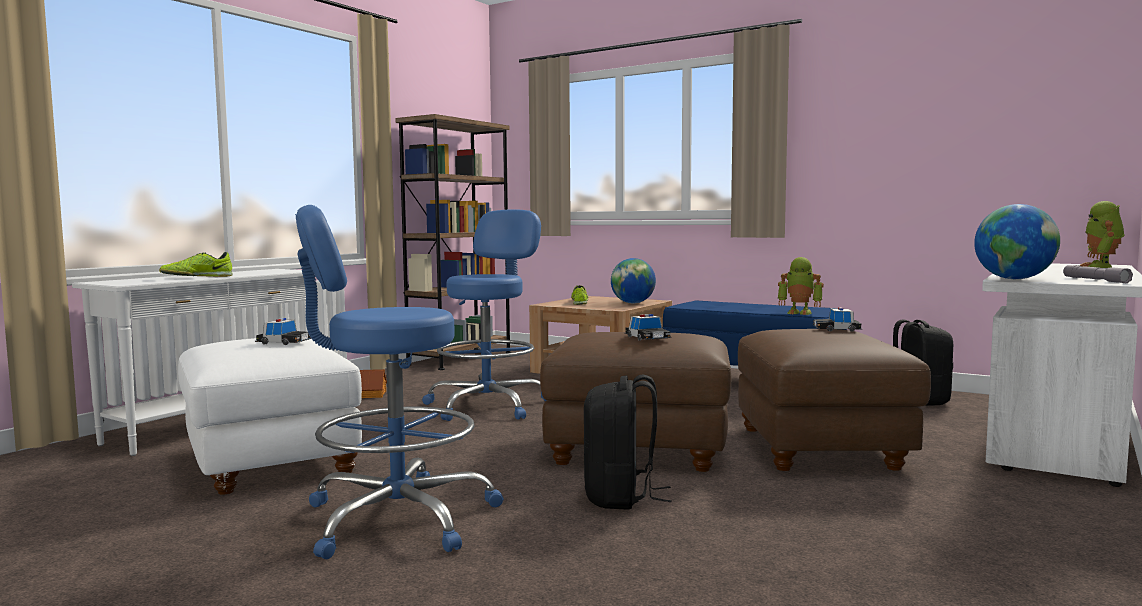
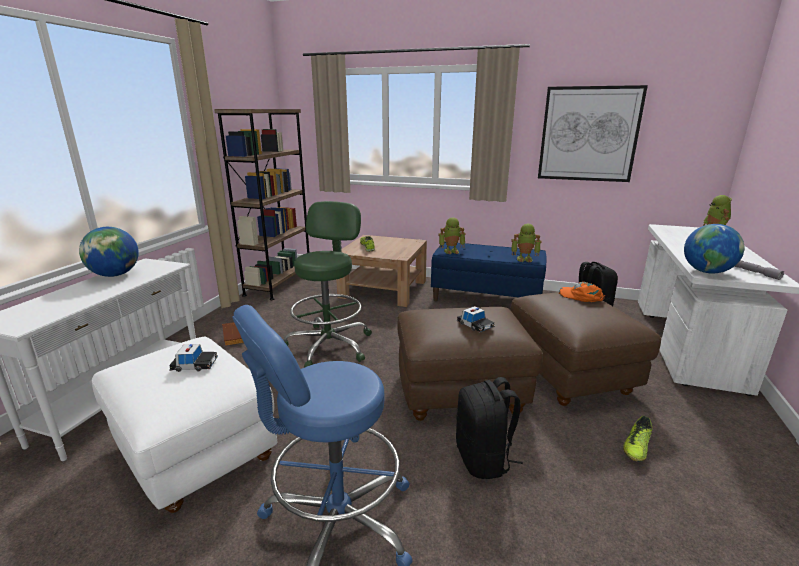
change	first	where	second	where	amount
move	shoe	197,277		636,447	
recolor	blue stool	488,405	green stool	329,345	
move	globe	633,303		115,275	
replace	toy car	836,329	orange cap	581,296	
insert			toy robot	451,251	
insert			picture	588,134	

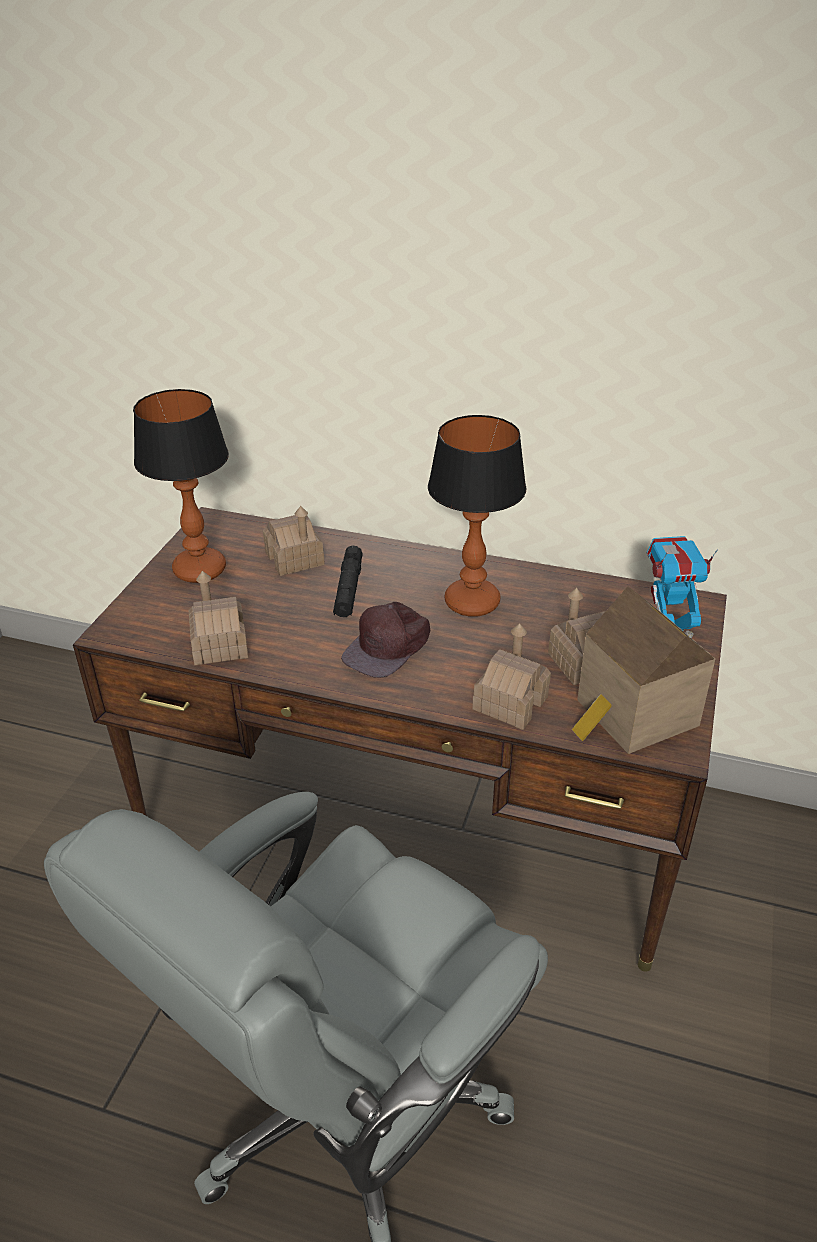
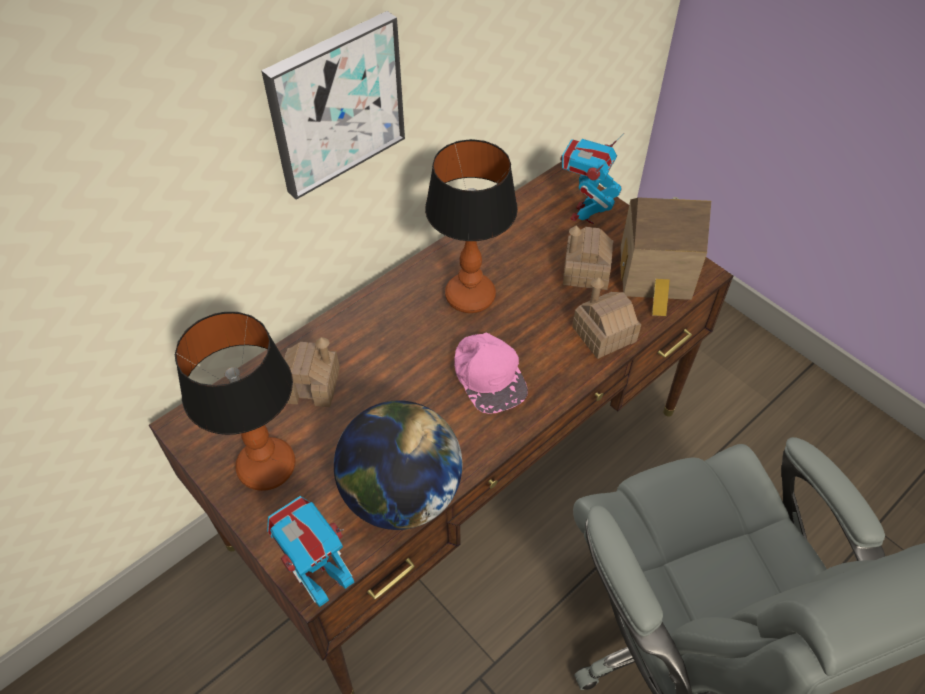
change	first	where	second	where	amount
replace	toy house	219,645	globe	401,494	
delete	black flashlight	348,589			
recolor	brown cap	388,647	pink cap	489,375	
insert			picture	335,104	
insert			toy robot	320,580	

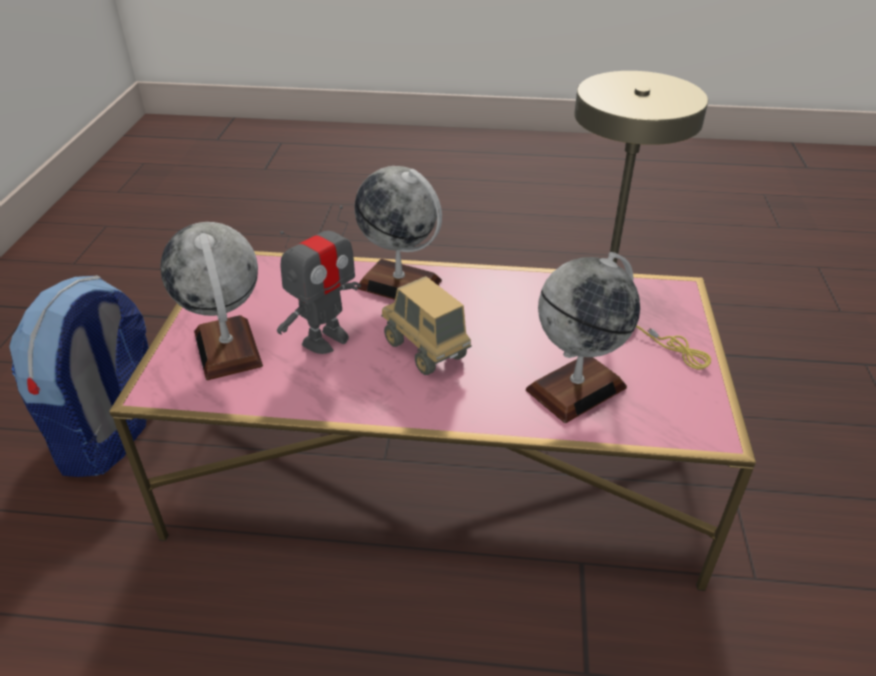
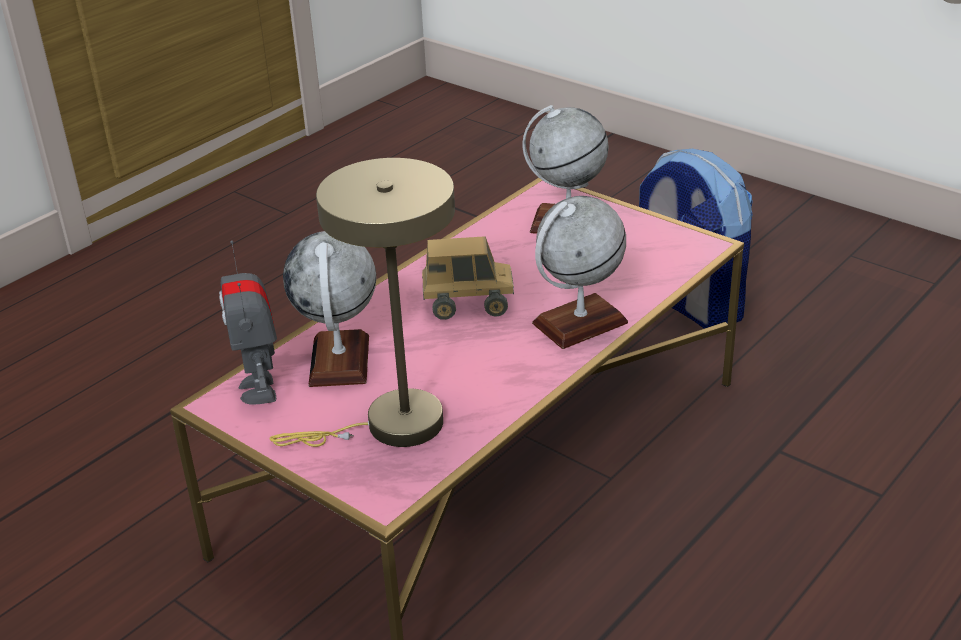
change	first	where	second	where	amount
move	toy robot	325,339		260,389	

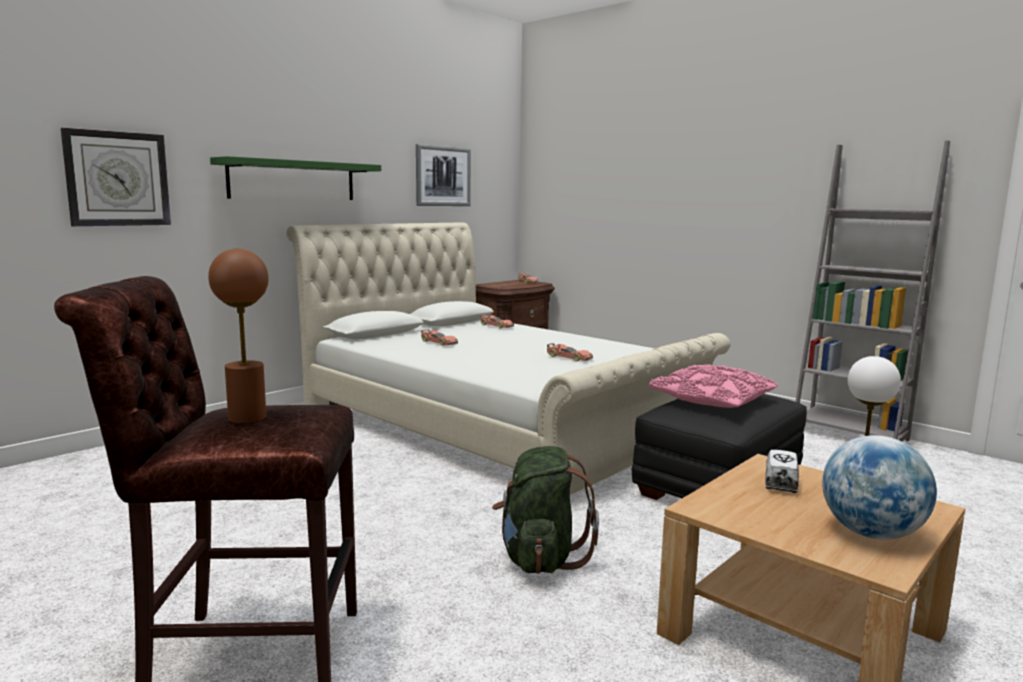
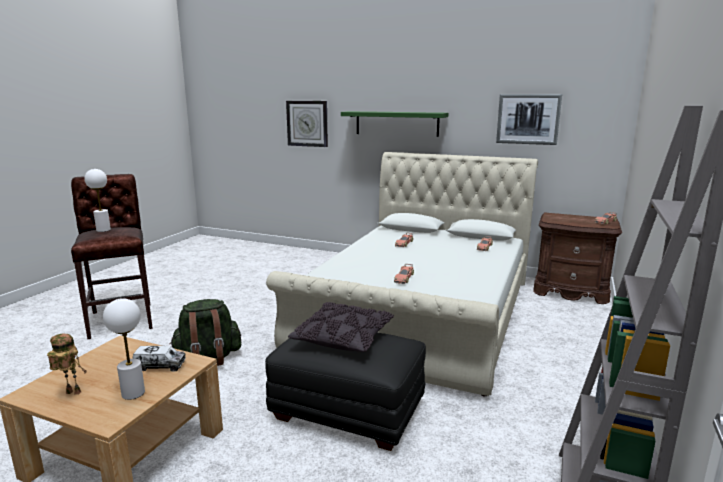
change	first	where	second	where	amount
recolor	brown table lamp	247,418	white table lamp	103,230	
recolor	pink pillow	712,400	black pillow	343,338	
replace	globe	871,534	toy robot	71,393	

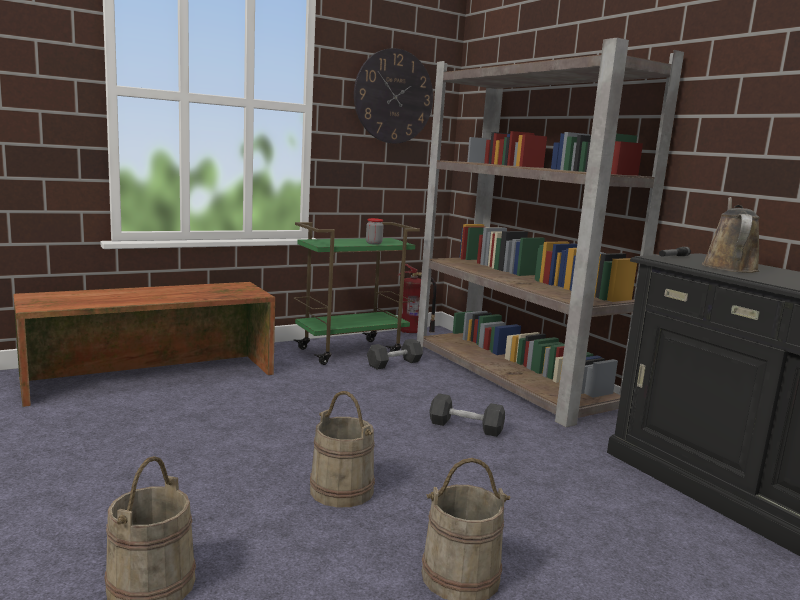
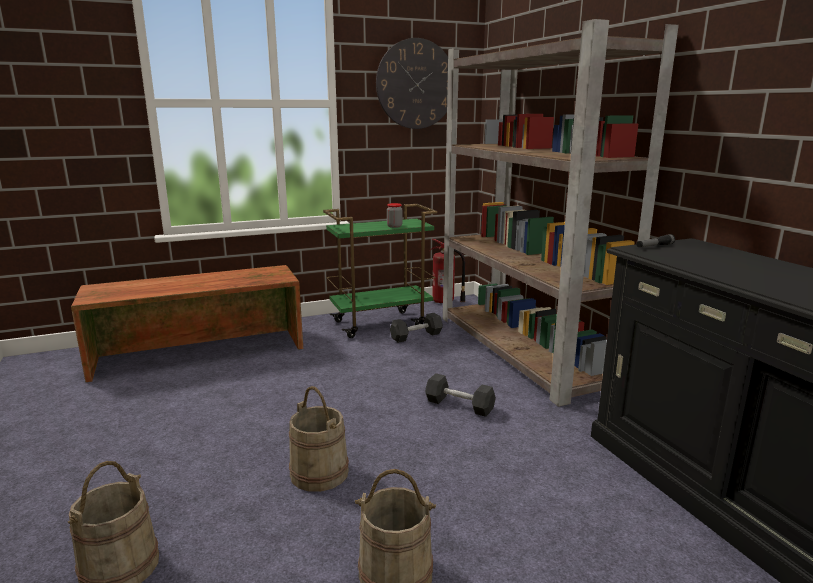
change	first	where	second	where	amount
delete	brown watering can	728,267			

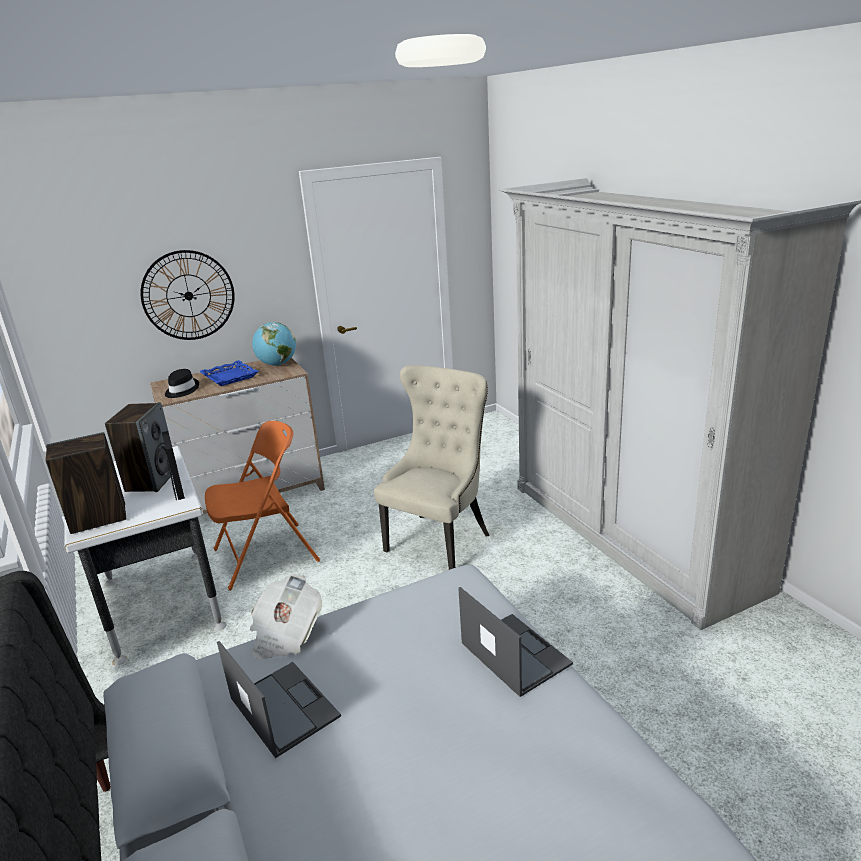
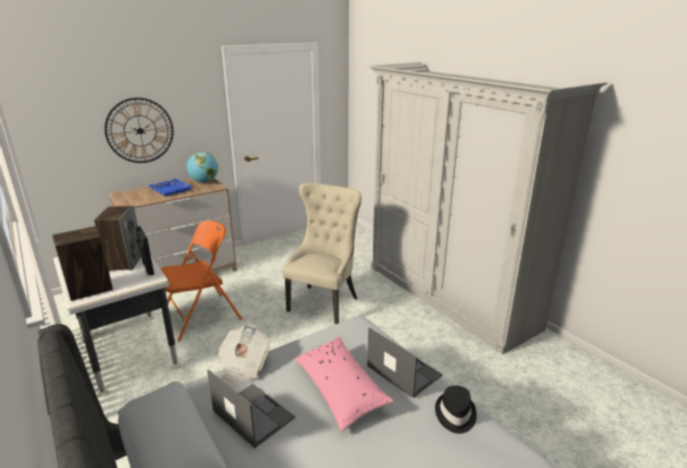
change	first	where	second	where	amount
move	black hat	181,390		455,414	
insert			pink pillow	340,389	

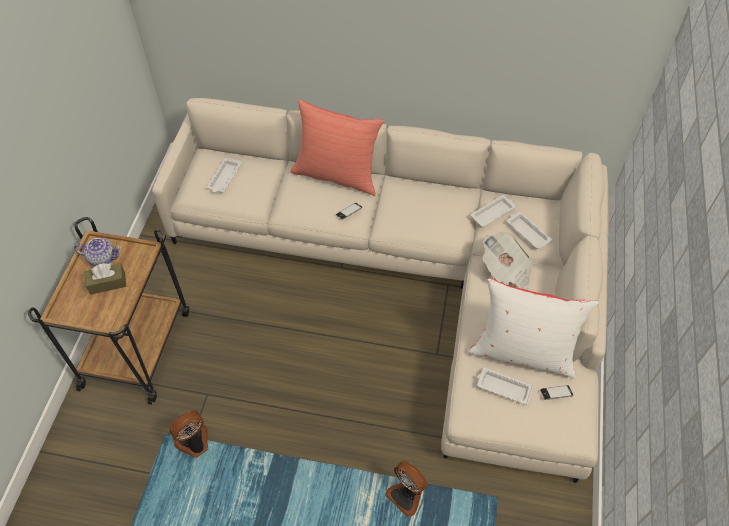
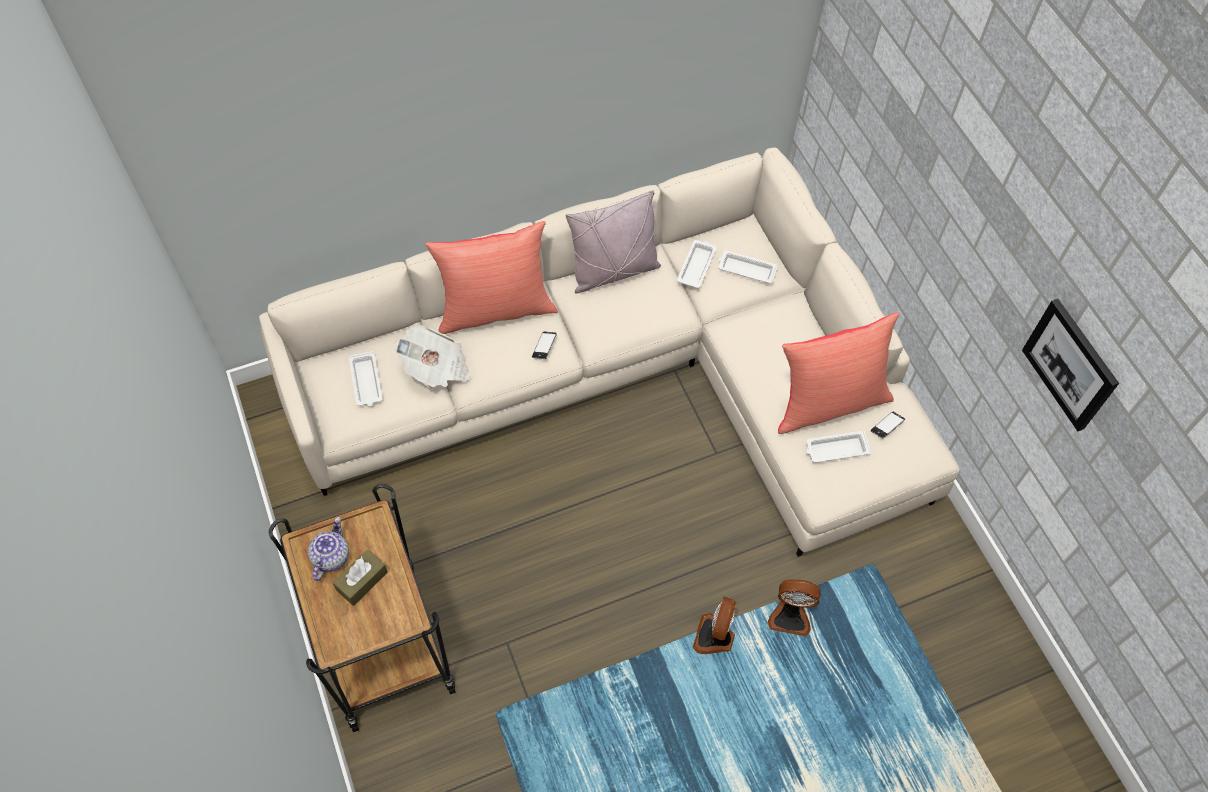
change	first	where	second	where	amount
rotate	teapot	103,258		330,556	45 degrees counterclockwise
move	fan	194,443		715,637	
recolor	white pillow	523,352	red pillow	828,402	
move	newspaper	506,270		436,368	
insert			purple pillow	613,271	
insert			picture	1071,364	

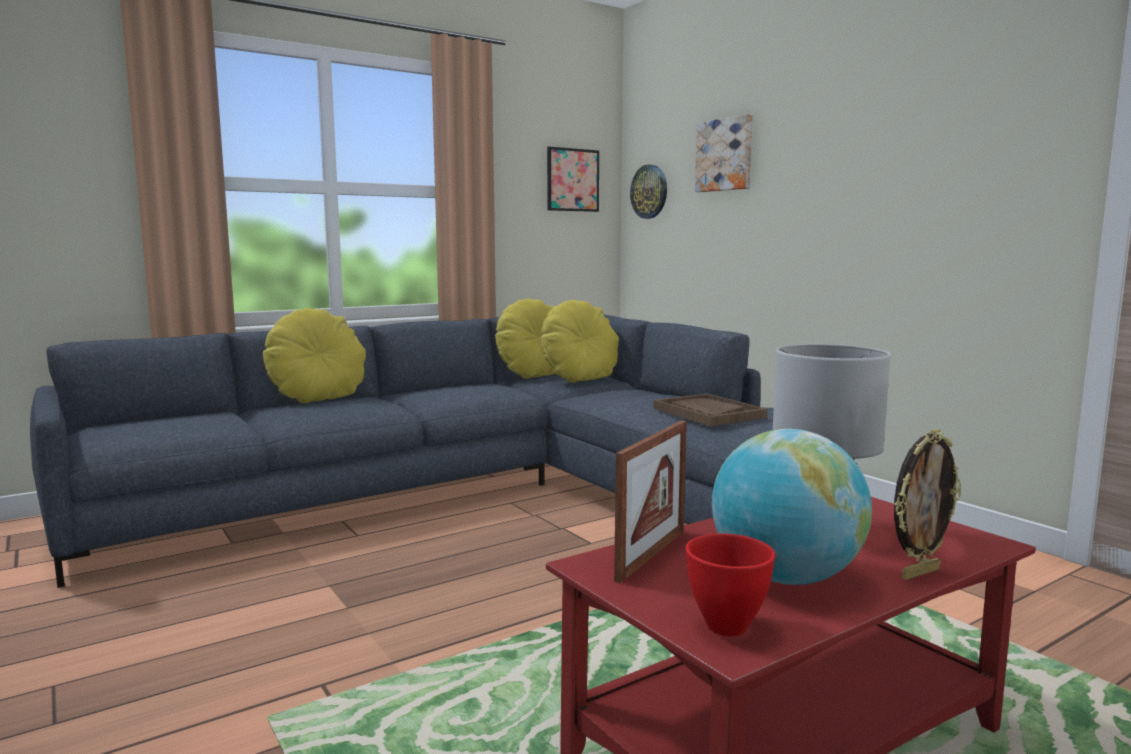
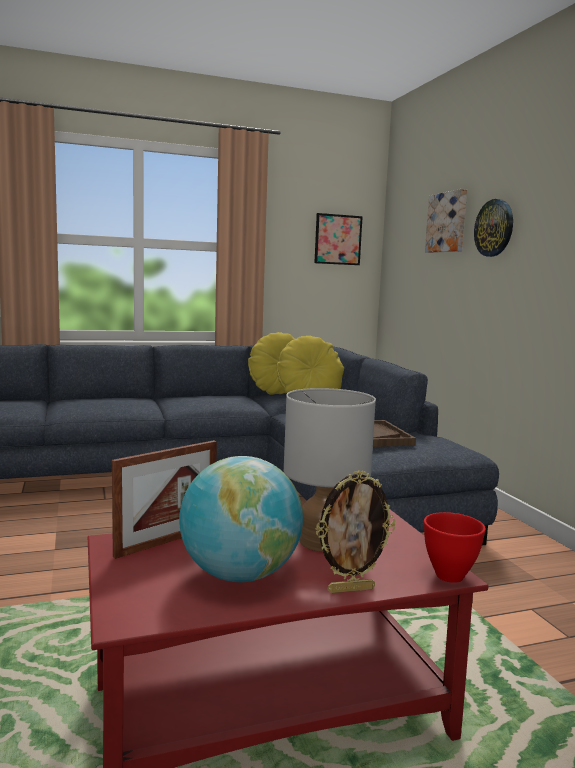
change	first	where	second	where	amount
delete	yellow pillow	318,399			
move	wall clock	649,191		494,228	
move	red bowl	729,626		451,576	

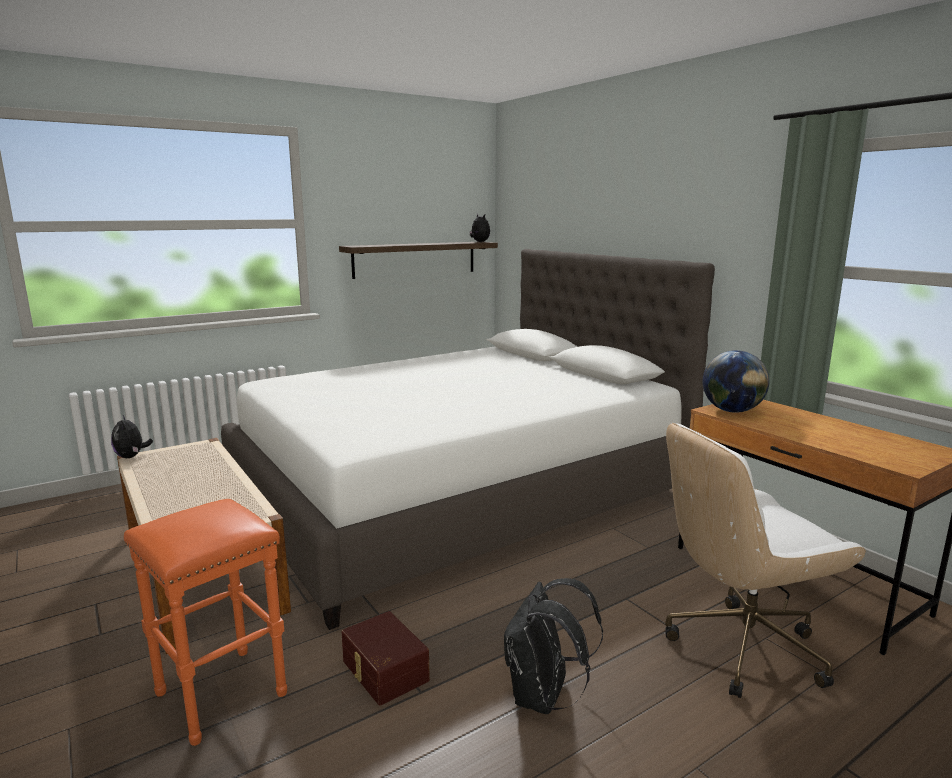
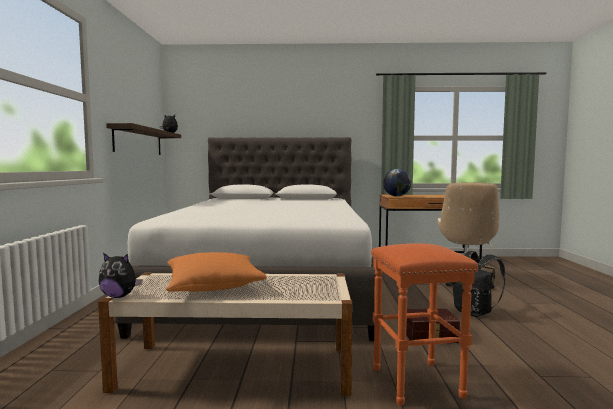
change	first	where	second	where	amount
insert			orange pillow	214,286	

